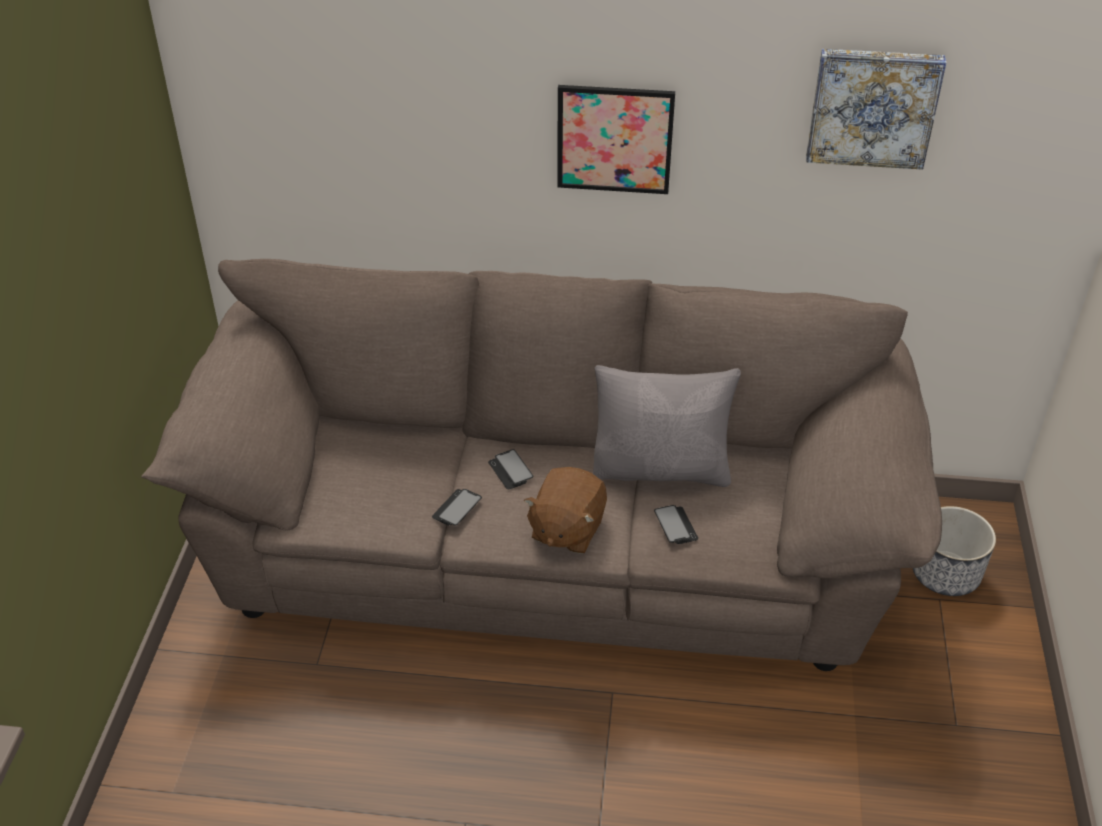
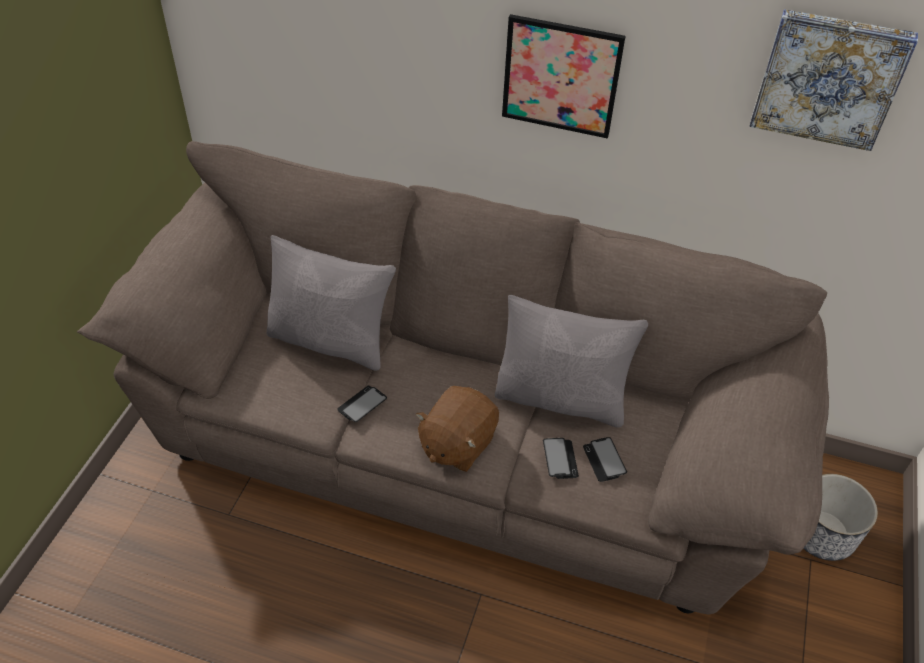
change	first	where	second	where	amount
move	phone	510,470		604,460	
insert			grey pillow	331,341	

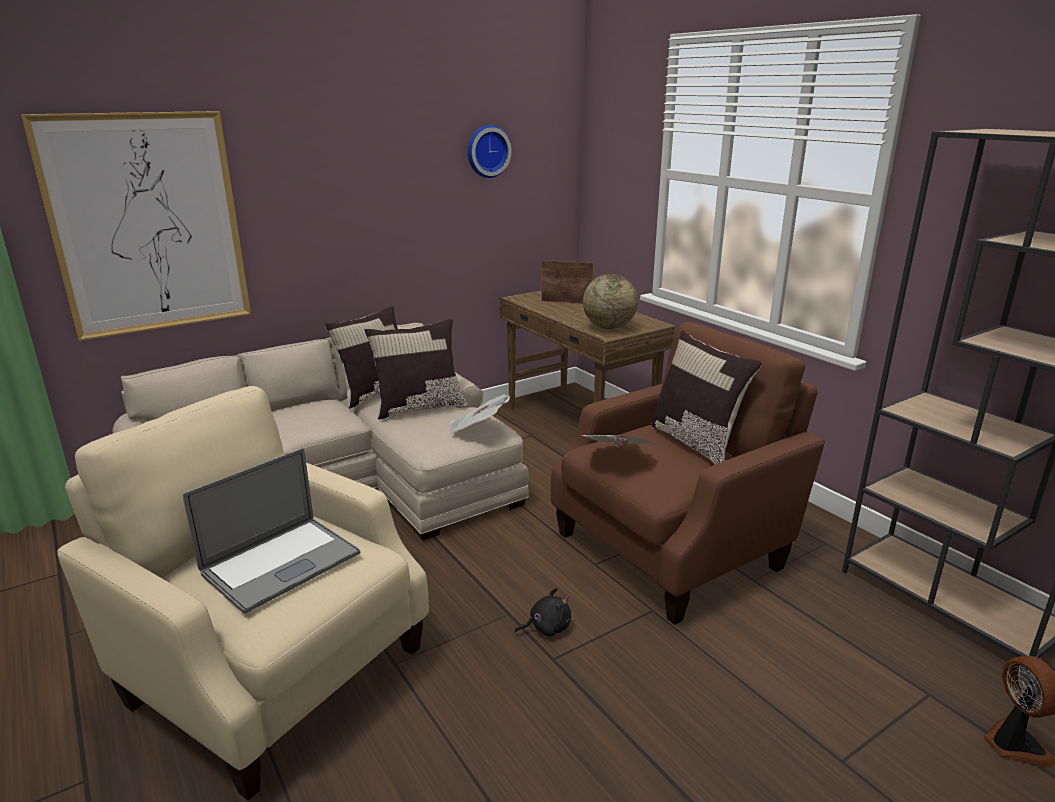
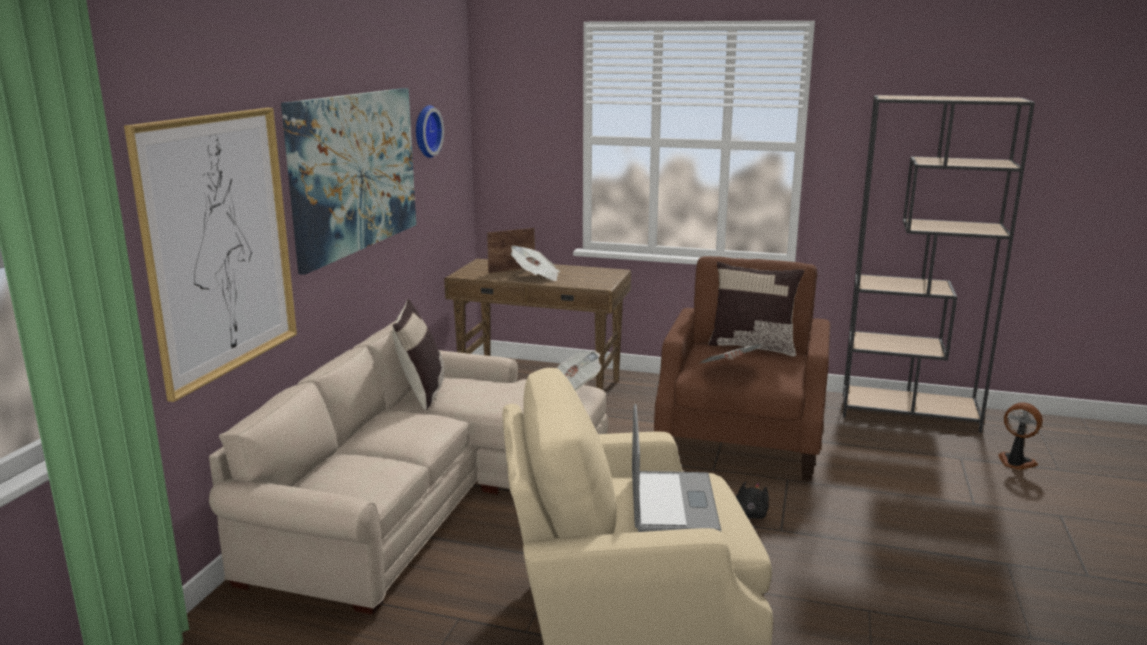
change	first	where	second	where	amount
delete	pillow	419,408			
delete	globe	608,327			
insert			picture	355,172	
insert			newspaper	536,276	

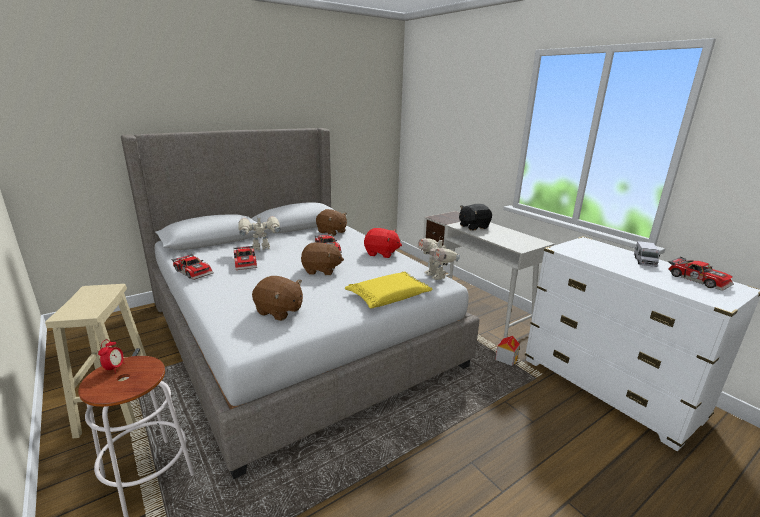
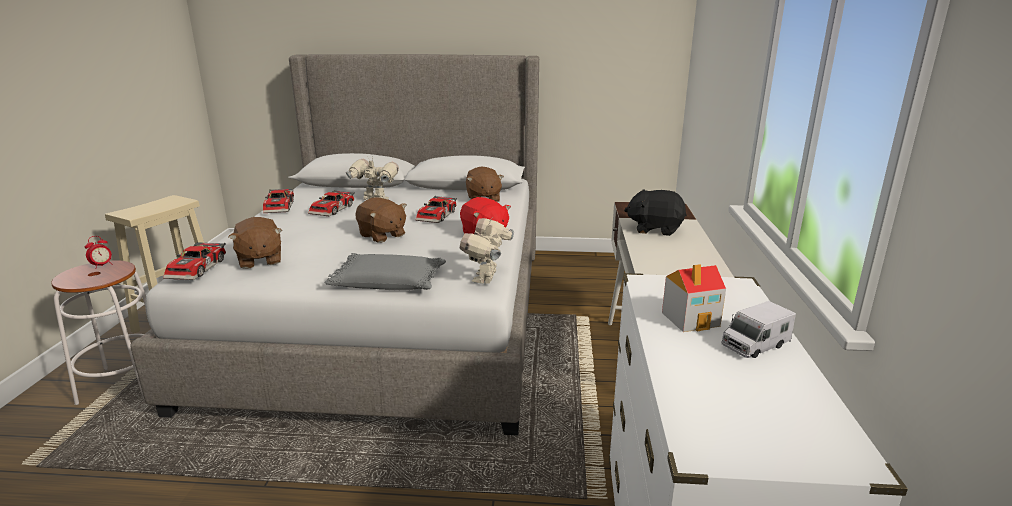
change	first	where	second	where	amount
recolor	yellow pillow	388,294	grey pillow	388,279	
move	toy house	506,359		691,319	
move	toy car	698,279		199,268	

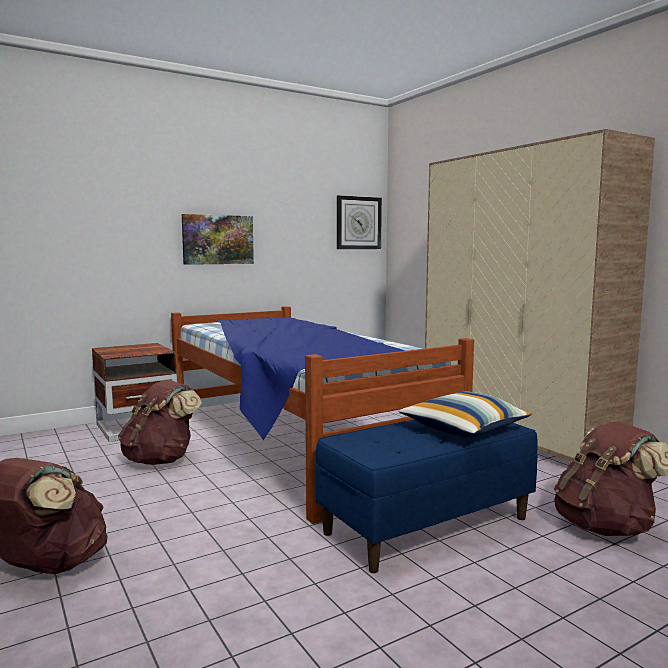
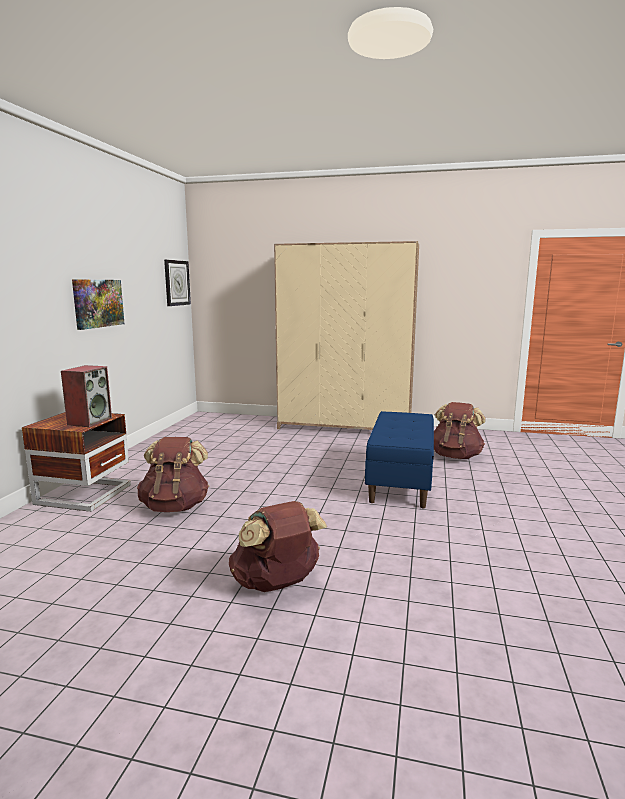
change	first	where	second	where	amount
delete	bed	295,441			
delete	pillow	463,429			
insert			speaker	90,421	

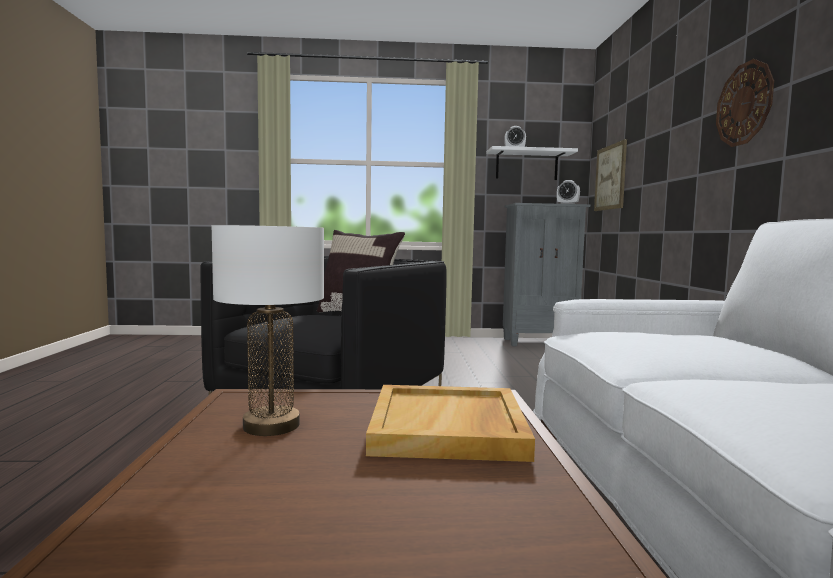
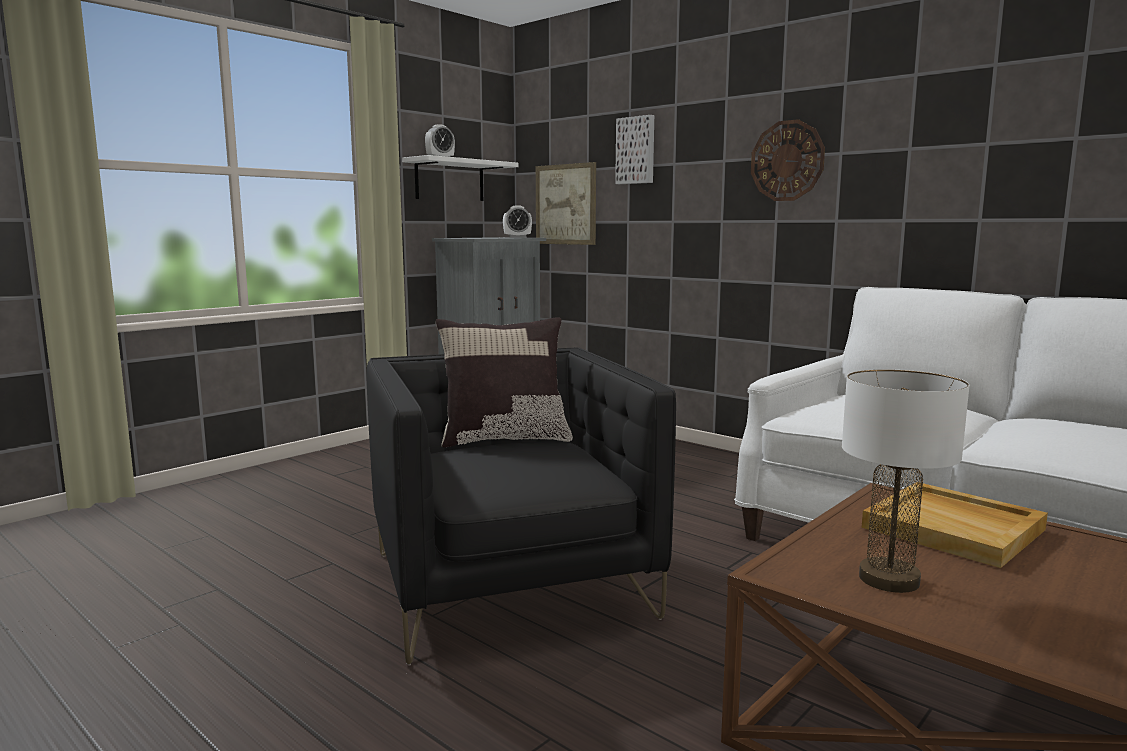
change	first	where	second	where	amount
insert			picture	636,150	

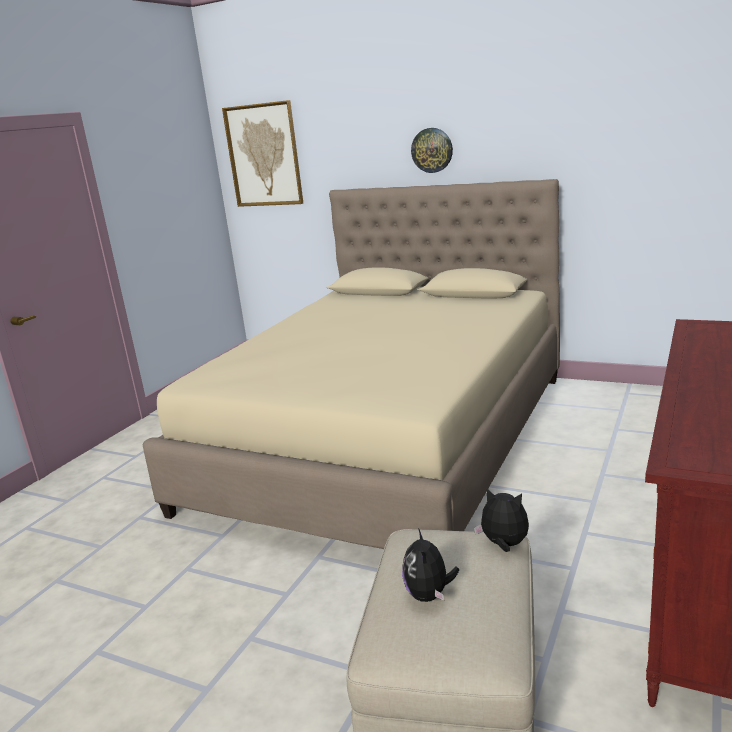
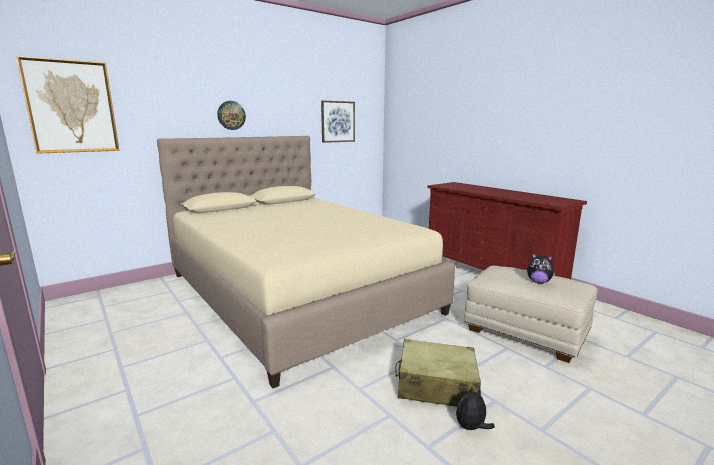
change	first	where	second	where	amount
move	plush toy	504,545		471,427	
insert			picture	338,121	
insert			beige suitcase	436,385	

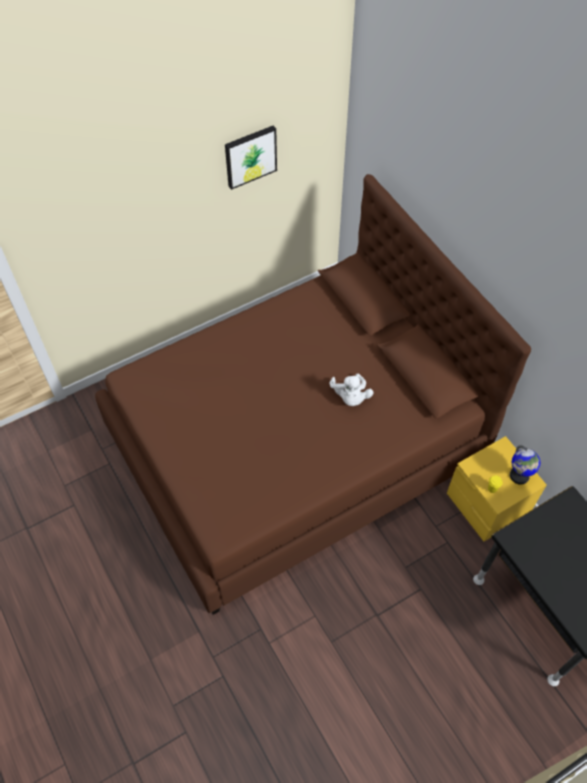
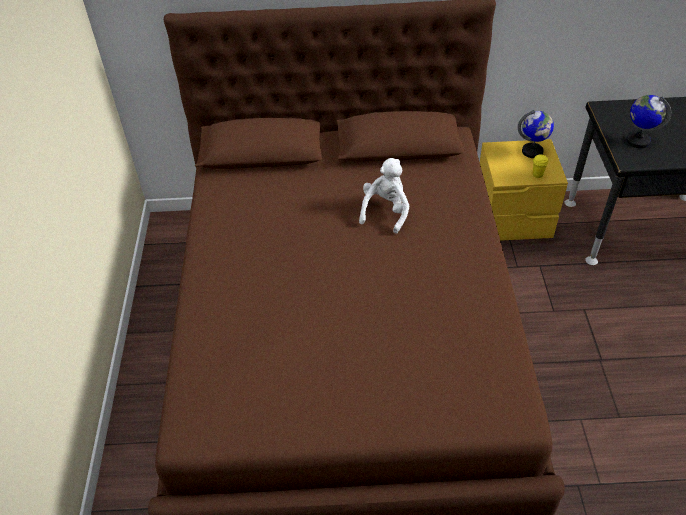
change	first	where	second	where	amount
delete	picture	250,156			
rotate	white plush toy	350,397		385,211	90 degrees counterclockwise
insert			globe	637,140	

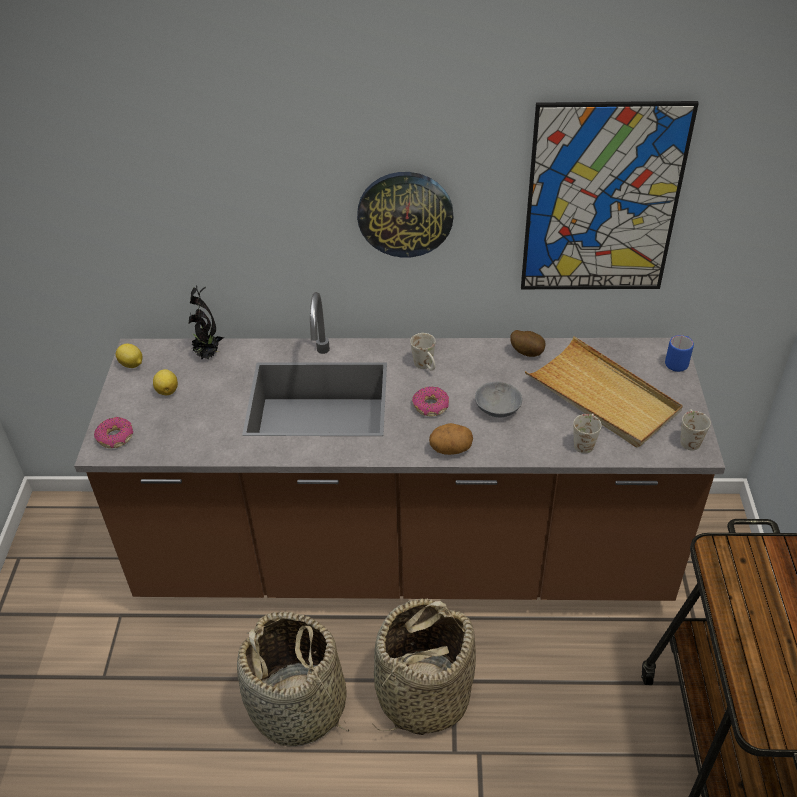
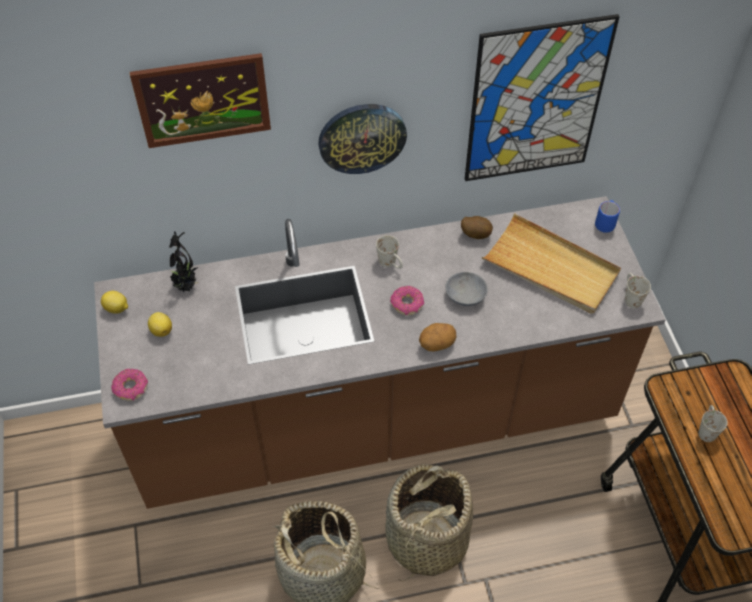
change	first	where	second	where	amount
move	white mug	585,441		706,429	
insert			picture	203,100	

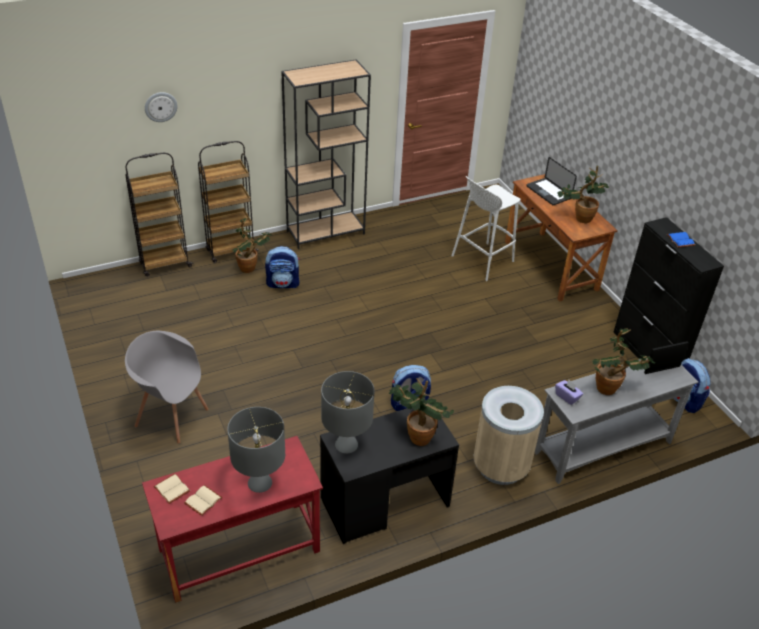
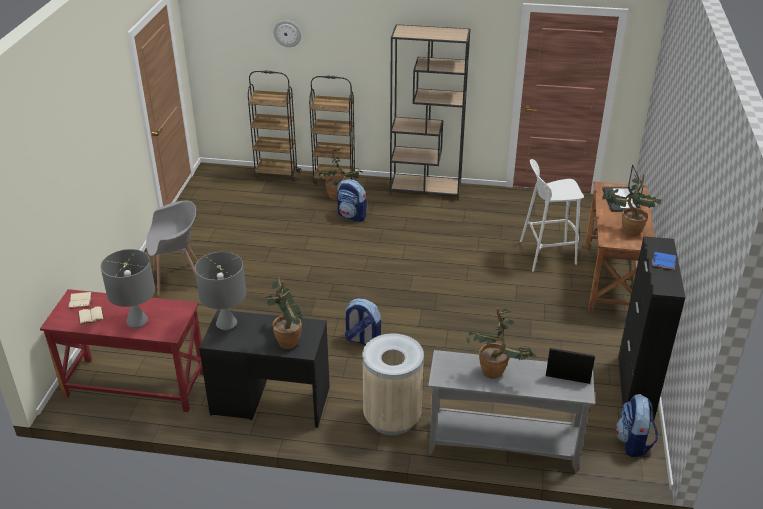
change	first	where	second	where	amount
rotate	grey chair	171,417		179,278	105 degrees clockwise
delete	purple tissue box	567,397			

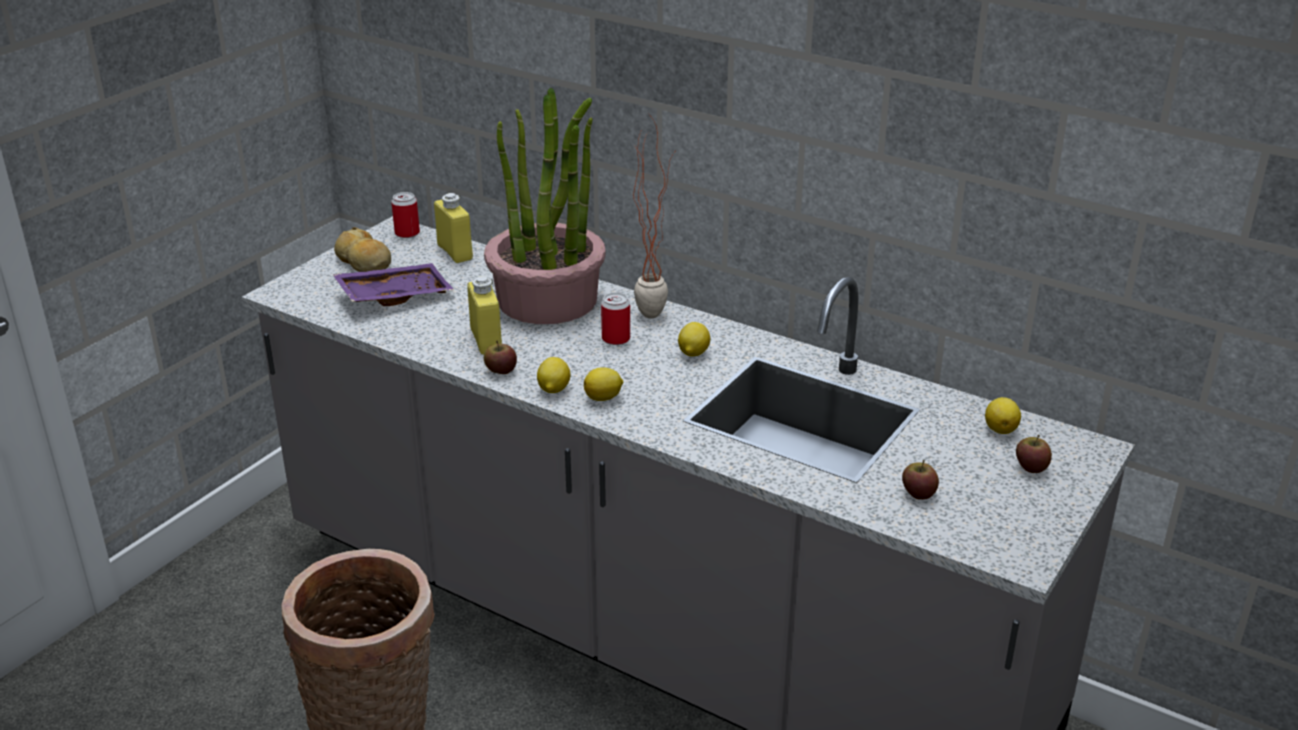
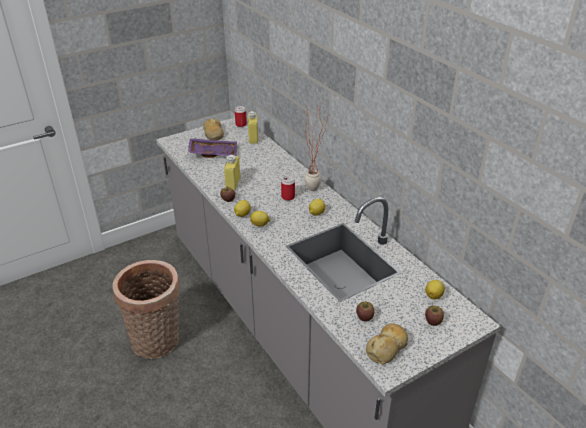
change	first	where	second	where	amount
delete	potted plant	548,300			
insert			bread	387,348	

